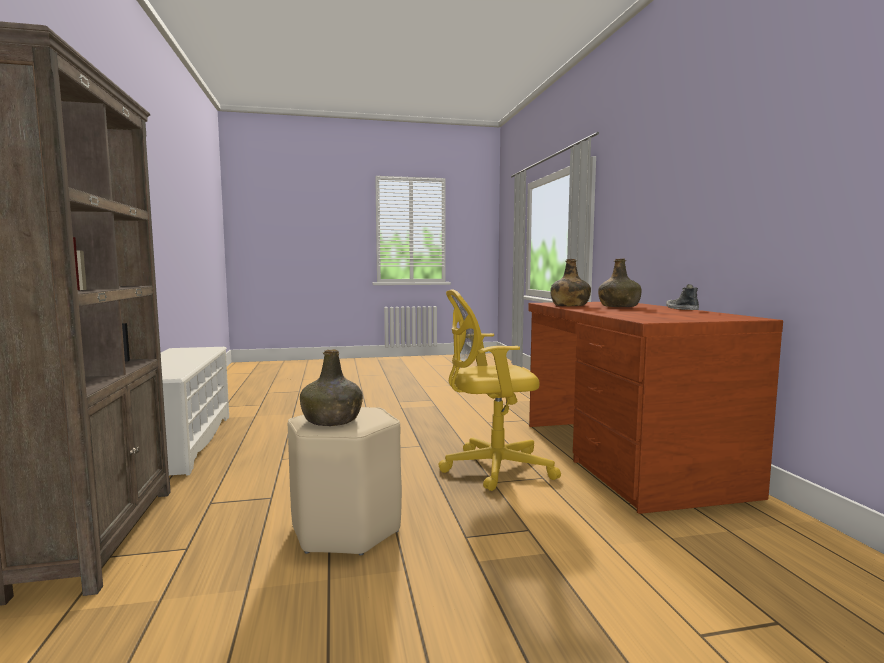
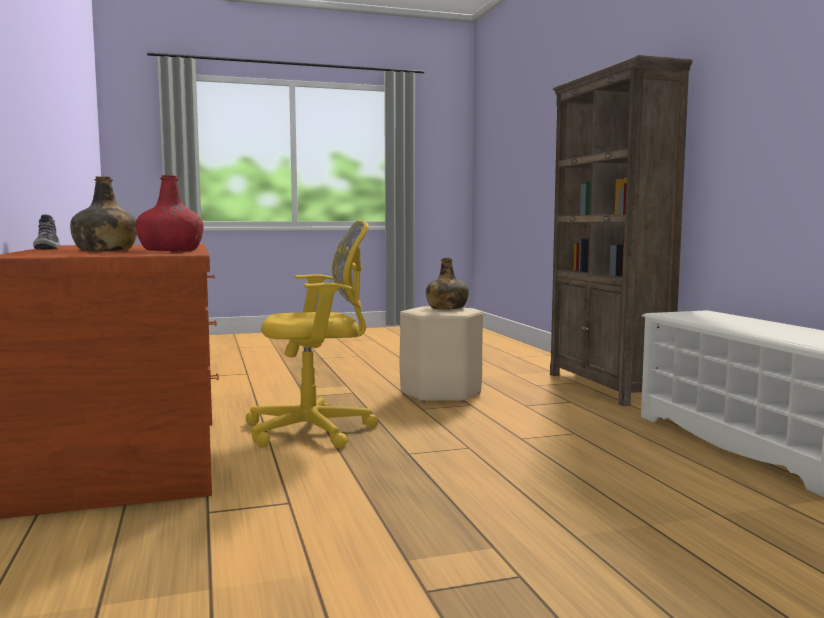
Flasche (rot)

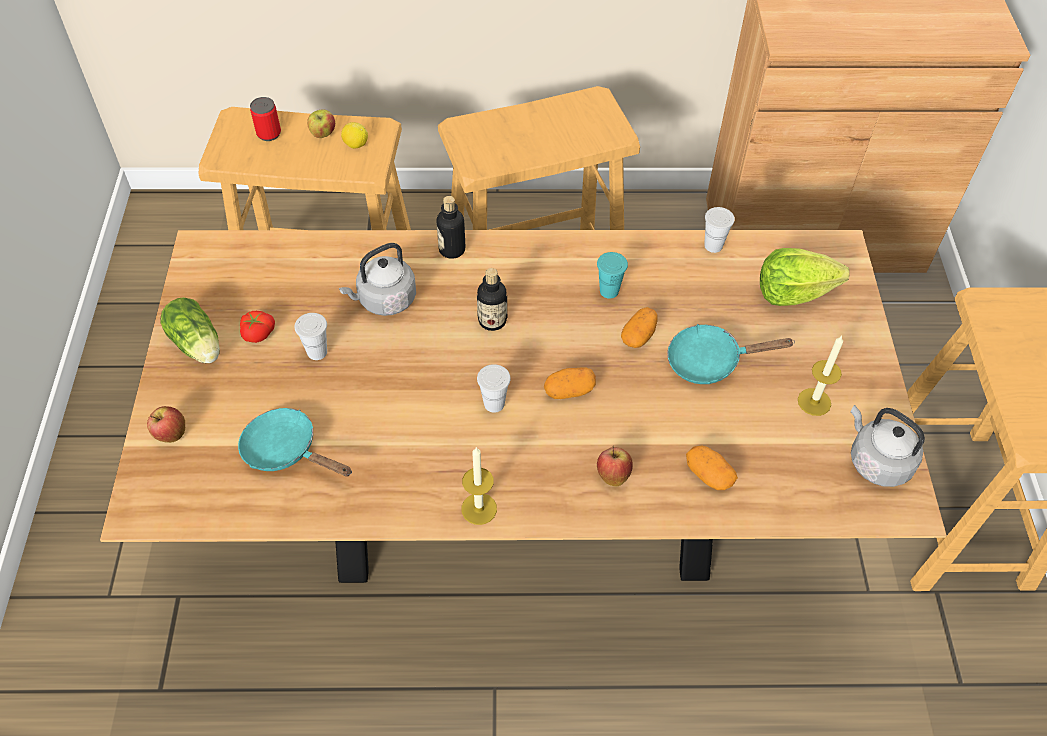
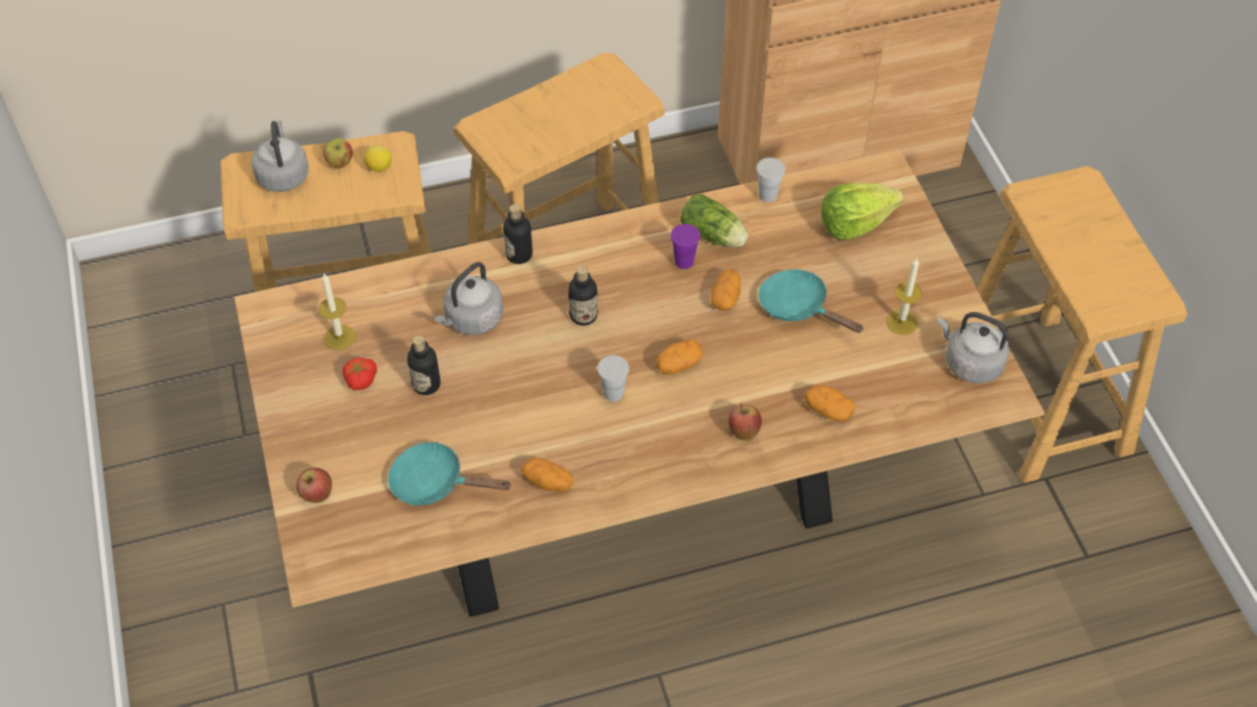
Wasserkessel (grau) (1st from left)
Tasse (lila)
Salatkopf (1st from left)
Flasche (1st from left)
Pfanne (türkis) (2nd from left)
Kerze (1st from left)
Kartoffel (1st from left)

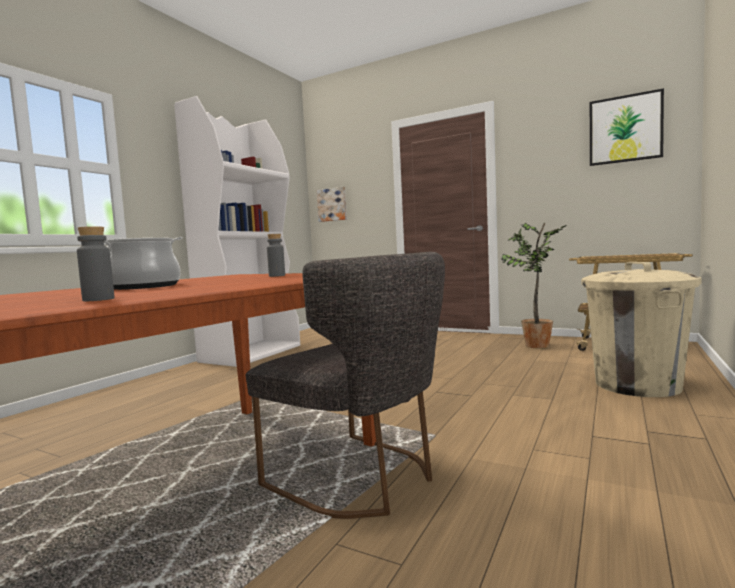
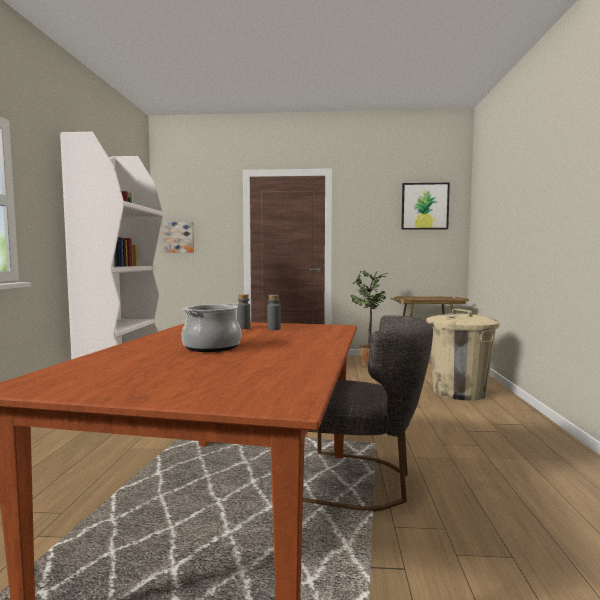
Flasche (grau) (1st from left)

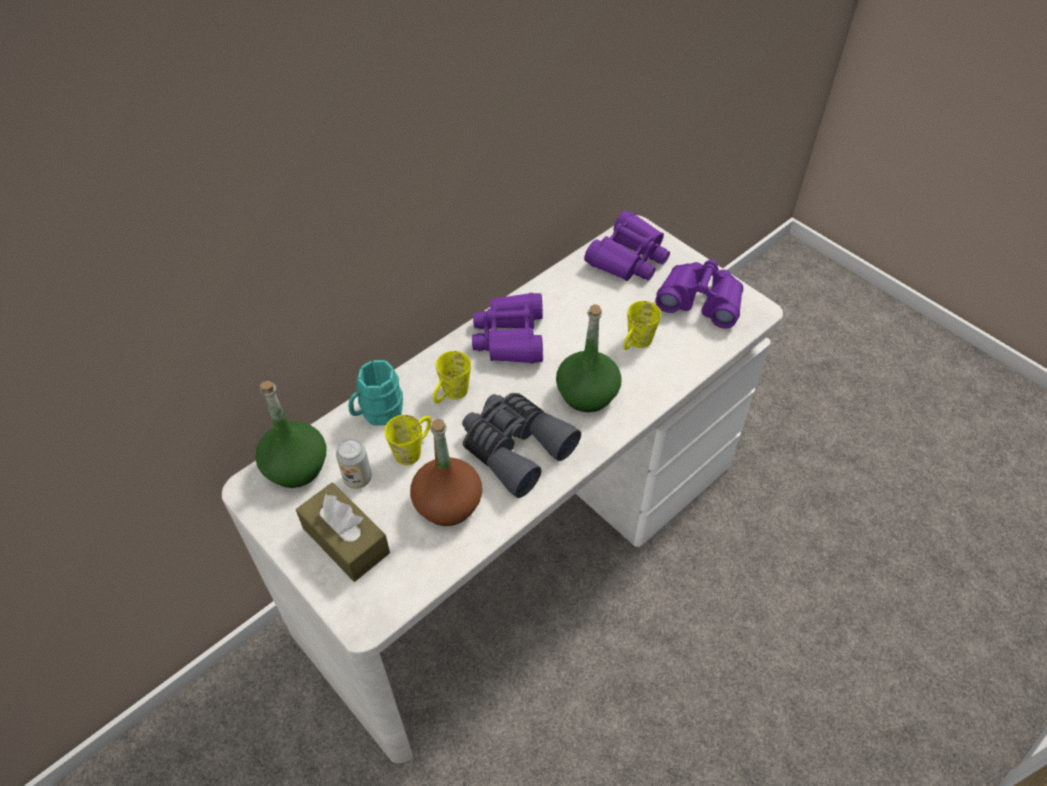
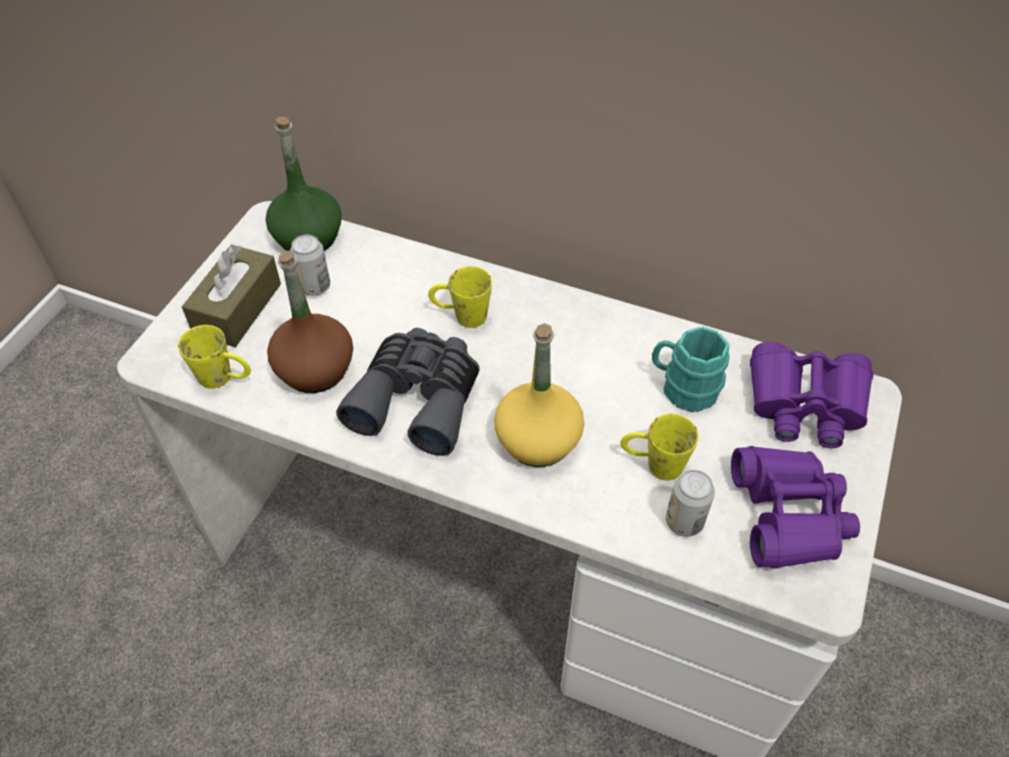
Fernglas (lila) (1st from left in the first image)
Flasche (gelb)
Henkelbecher (türkis)
Henkelbecher (gelb) (1st from left)
Dose (2nd from left)

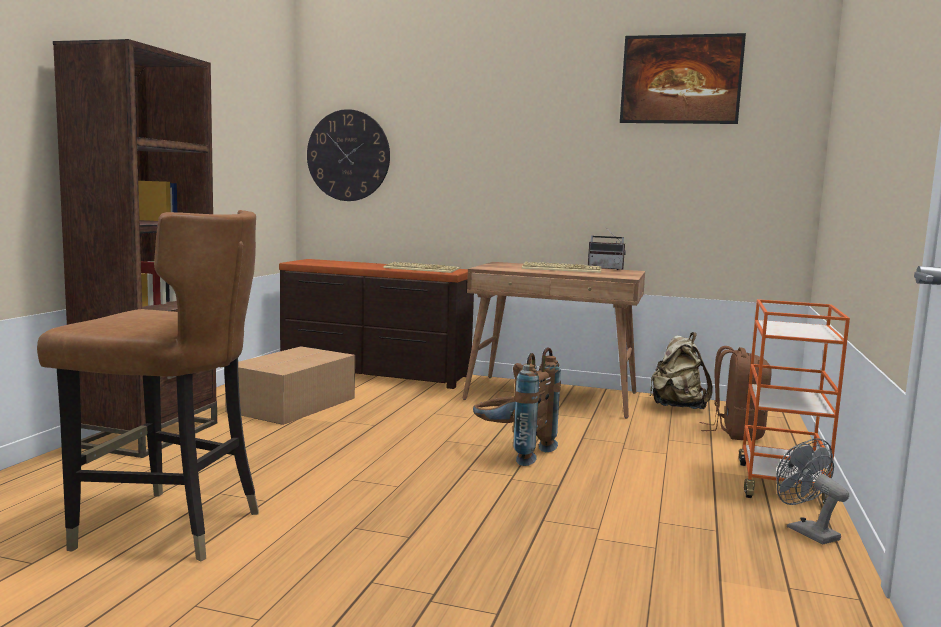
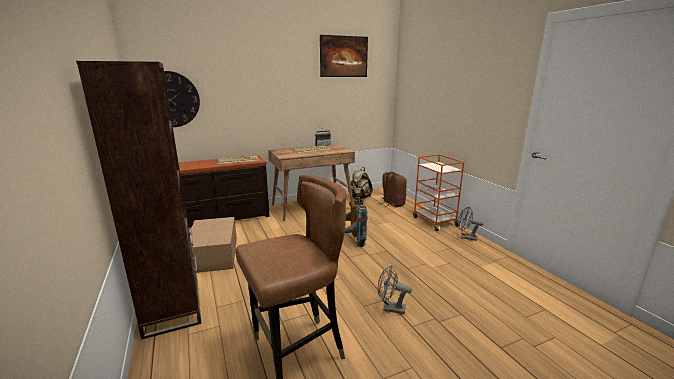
Ventilator (grau) (1st from left)

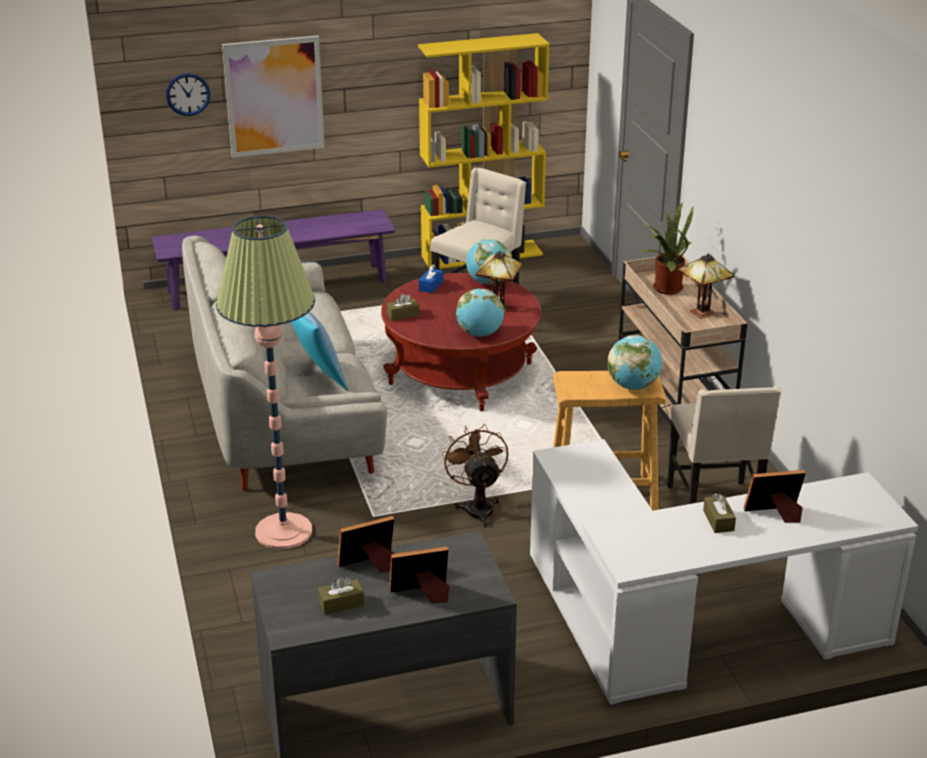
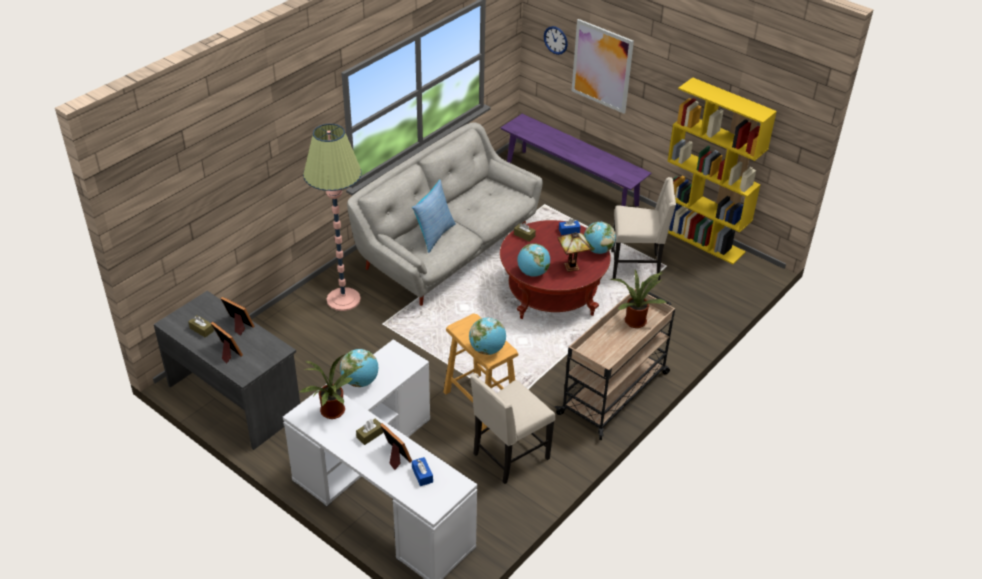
Tischlampe (2nd from left in the first image)
Ventilator (braun)
Globus (1st from left)
Topfpflanze (1st from left)
Taschentuchbox (blau) (1st from left)

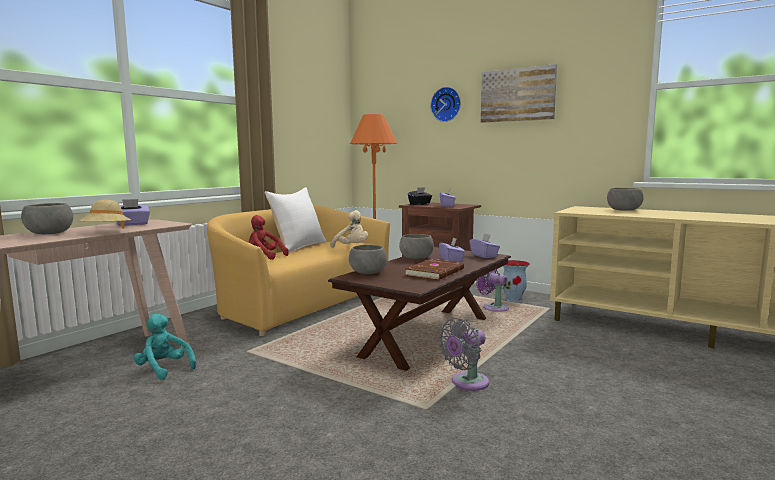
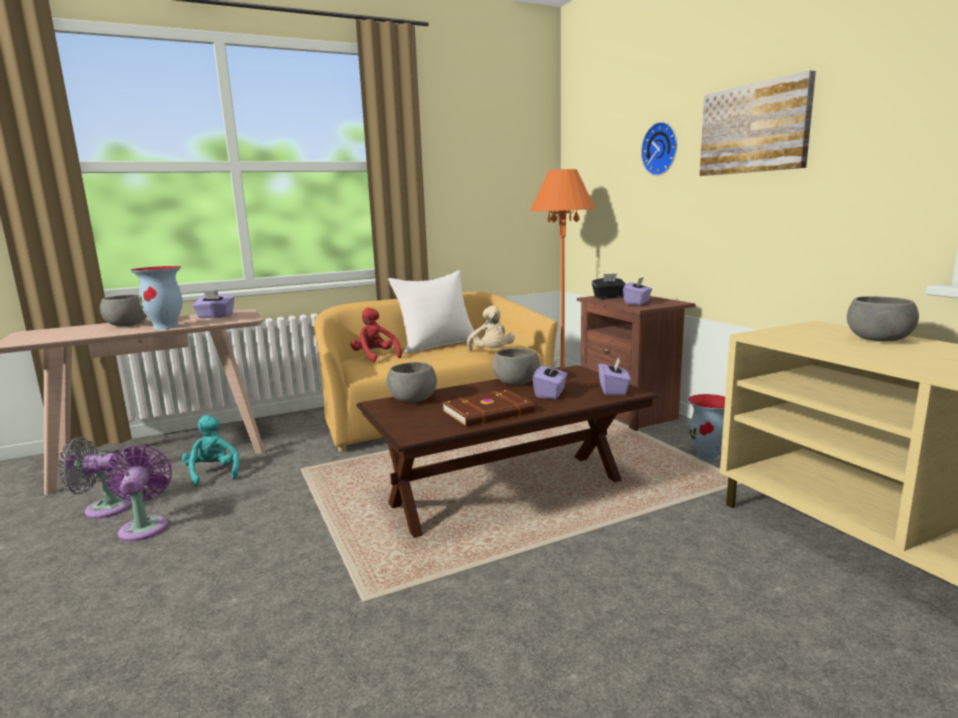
Vase (1st from left)
Ventilator (lila)
Ventilator (grau)

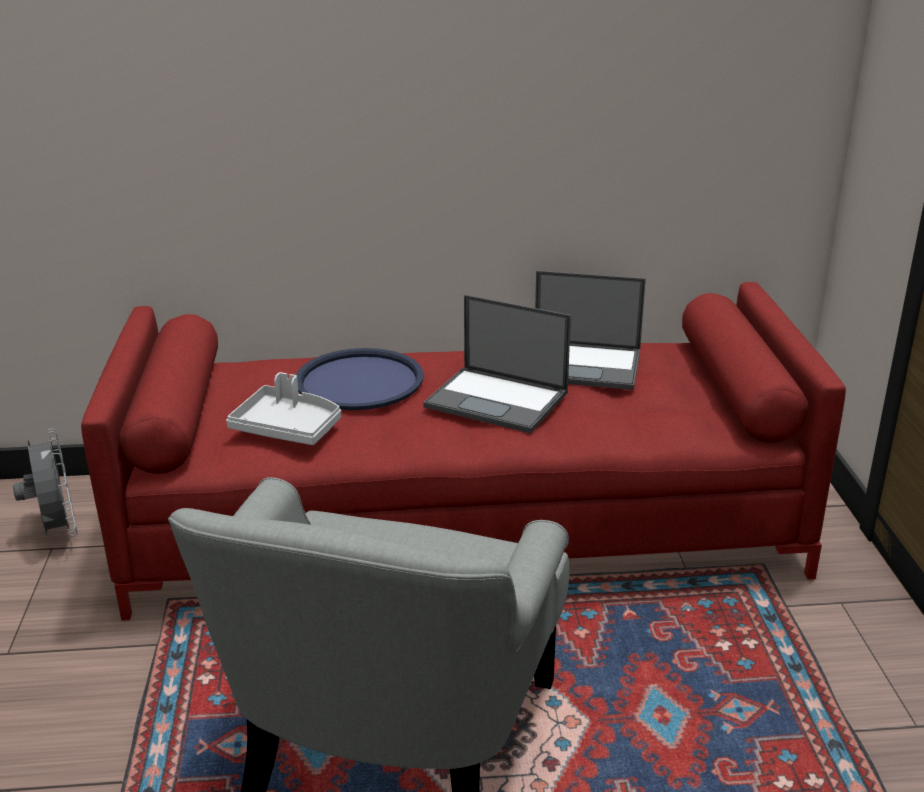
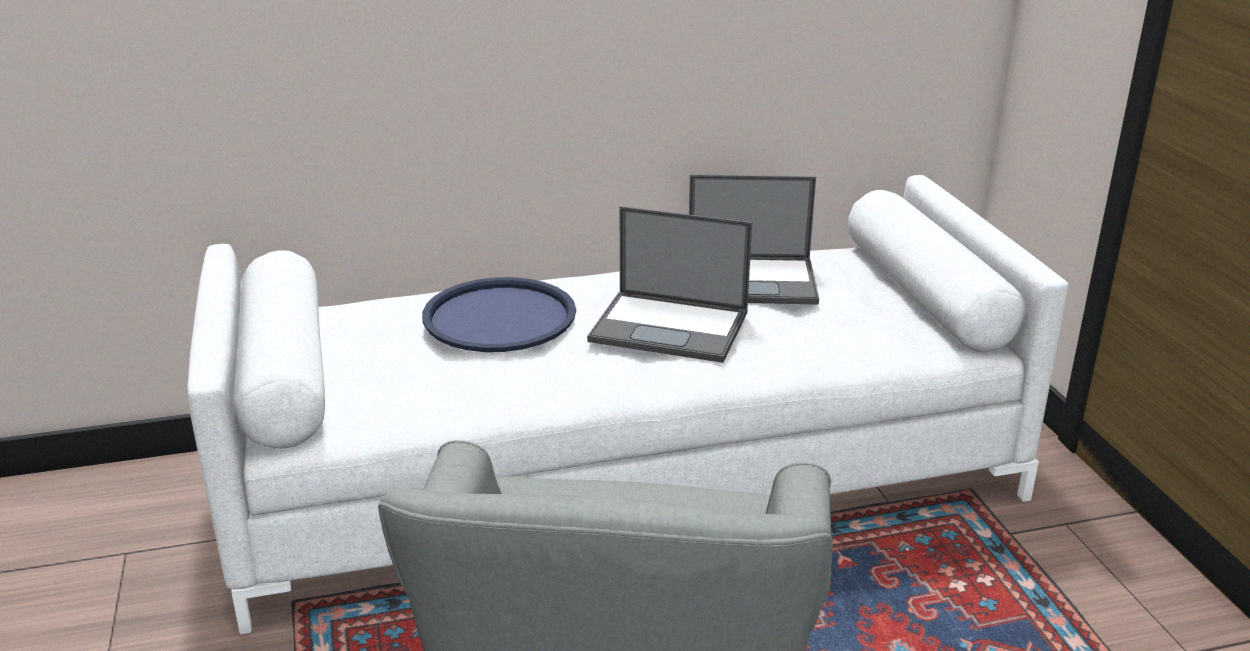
Sofa (weiß)
Tablett (grau)
Ventilator (grau)

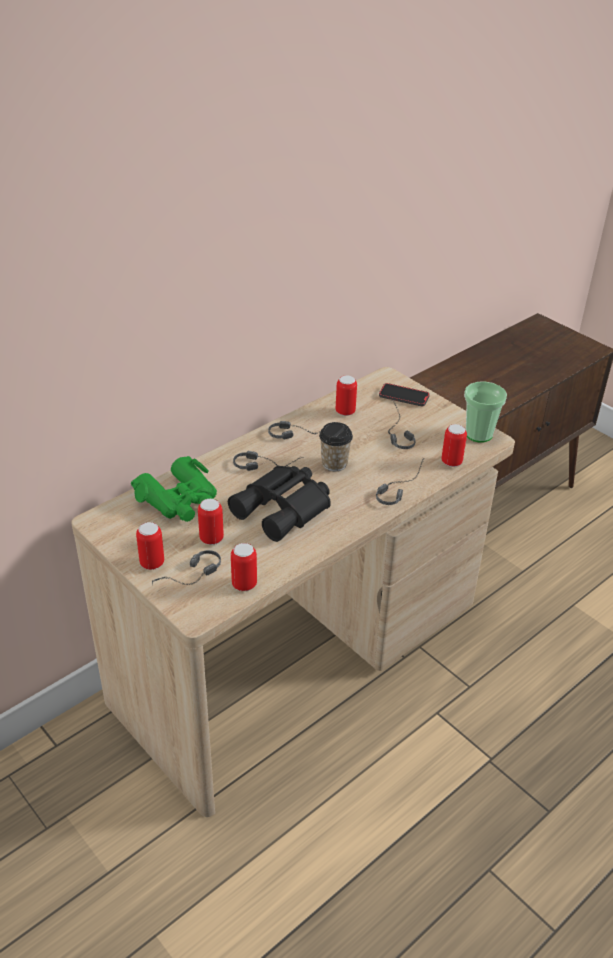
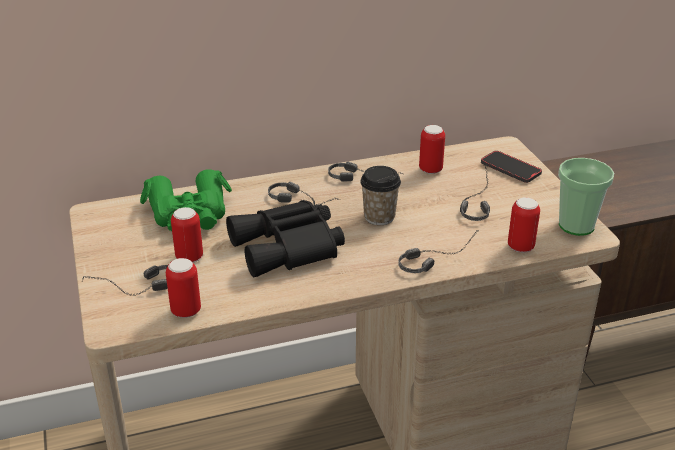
Dose (1st from left in the first image)

